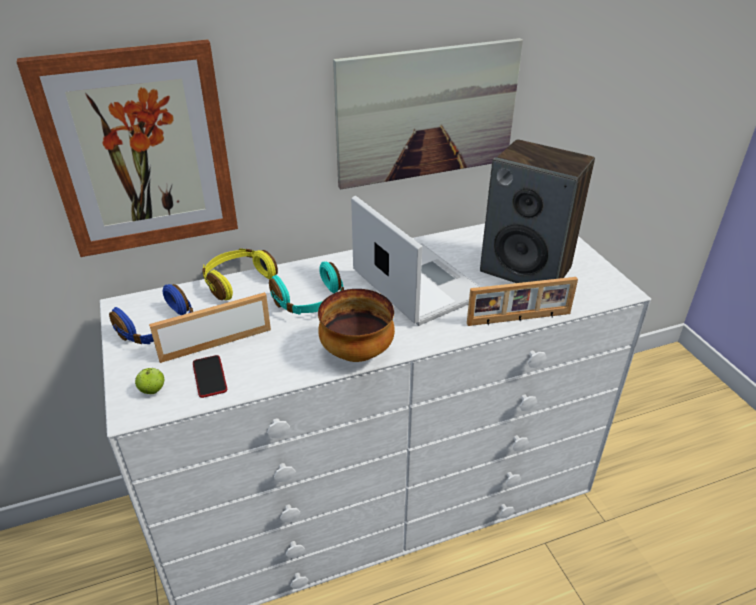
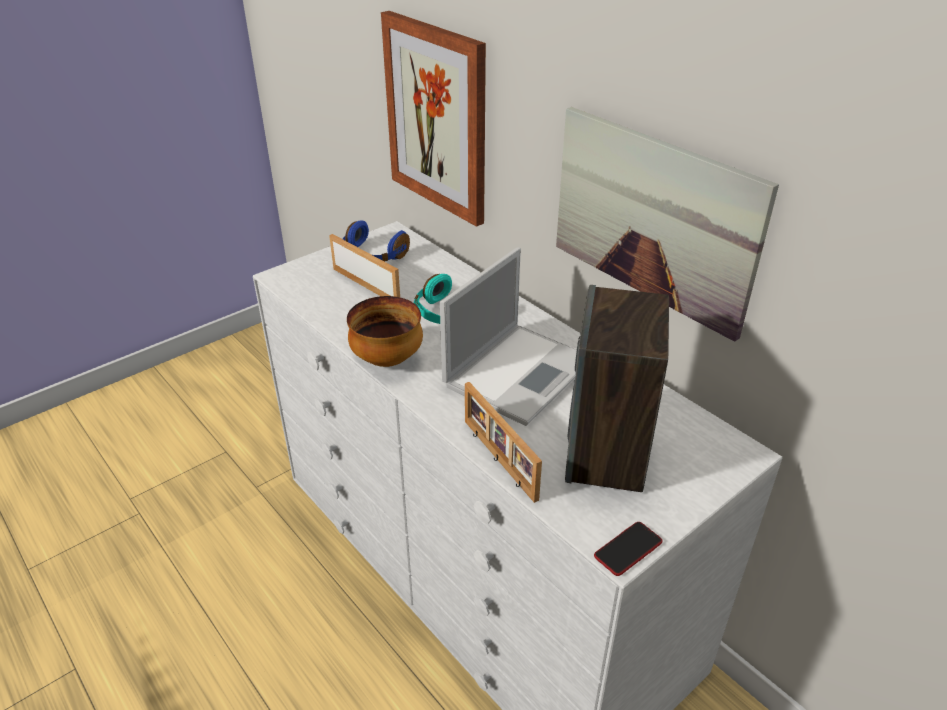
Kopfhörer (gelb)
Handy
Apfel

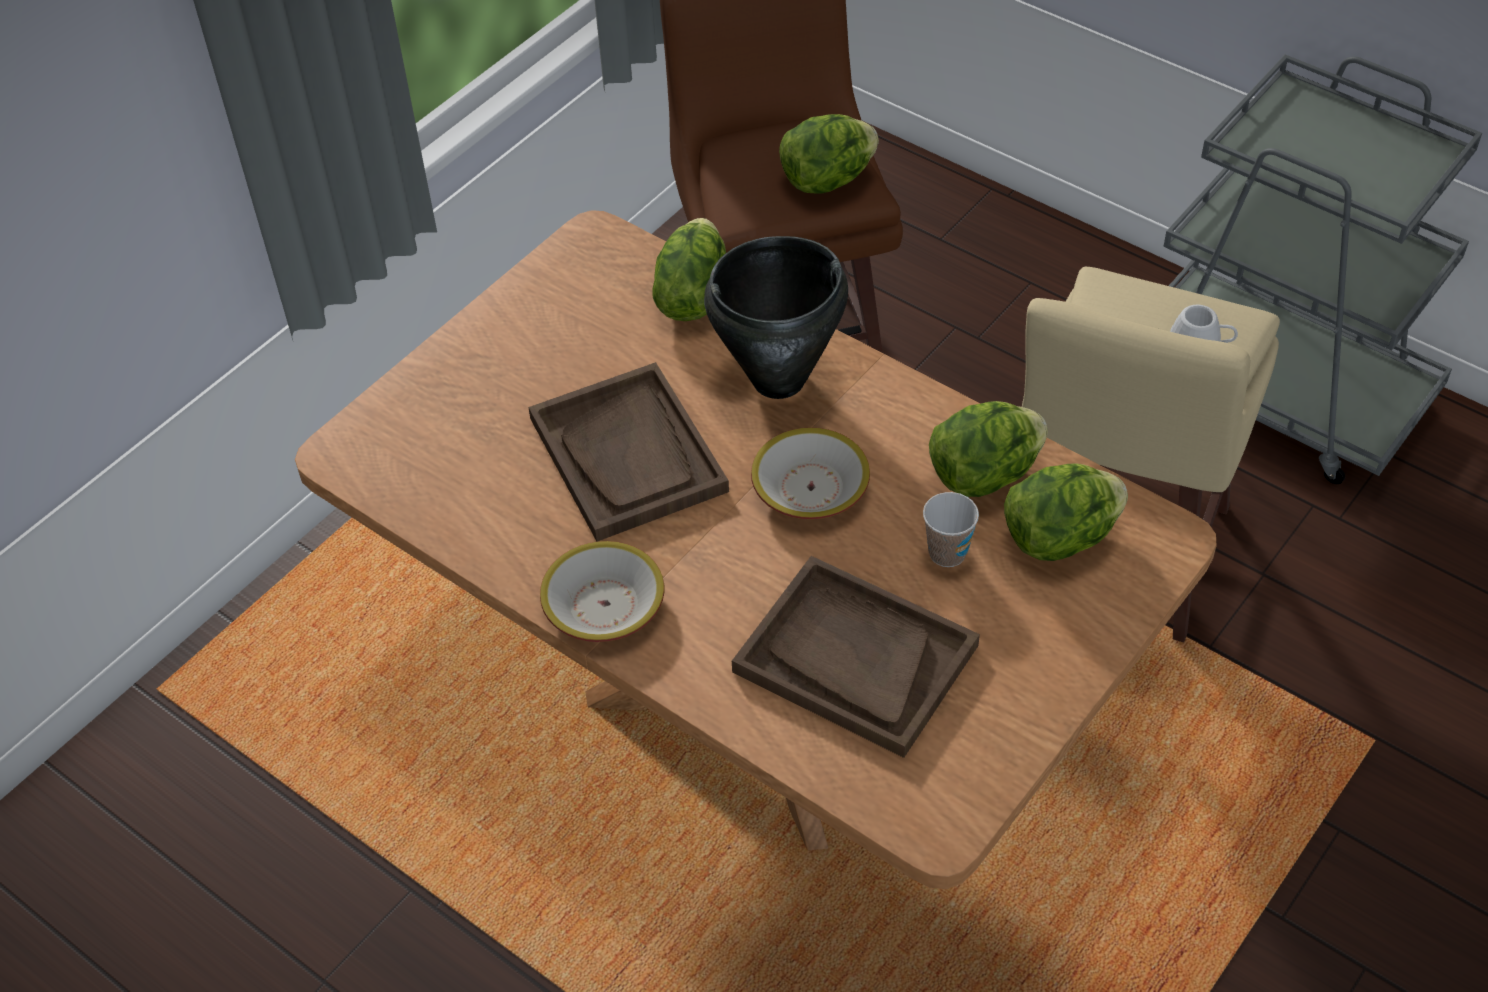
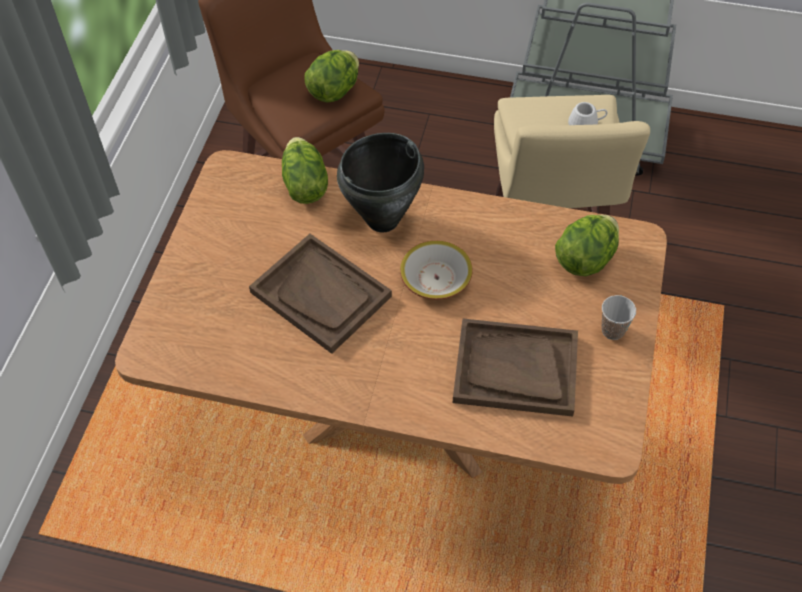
Salatkopf (3rd from left in the first image)
Tasse
Schüssel (1st from left in the first image)

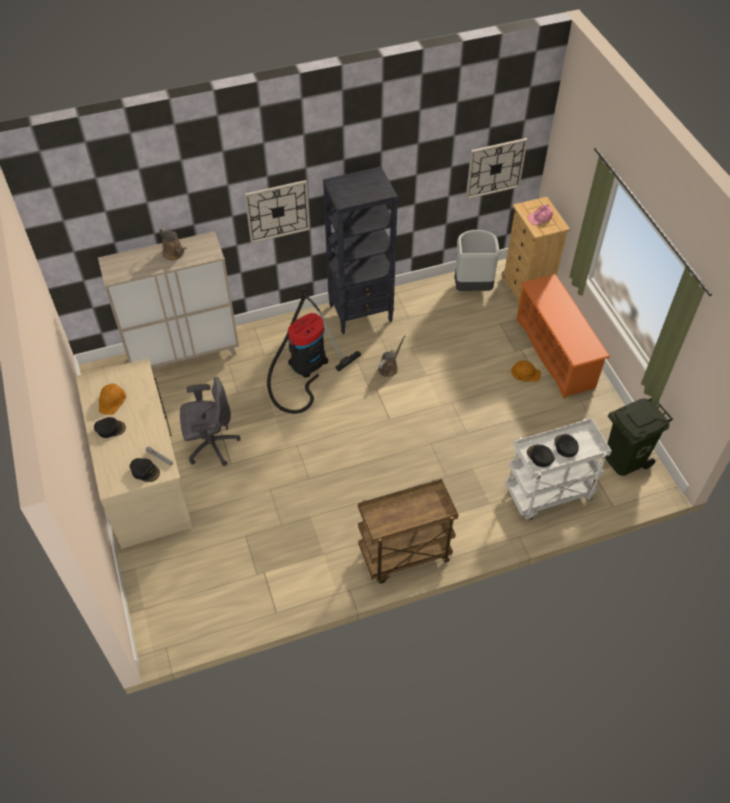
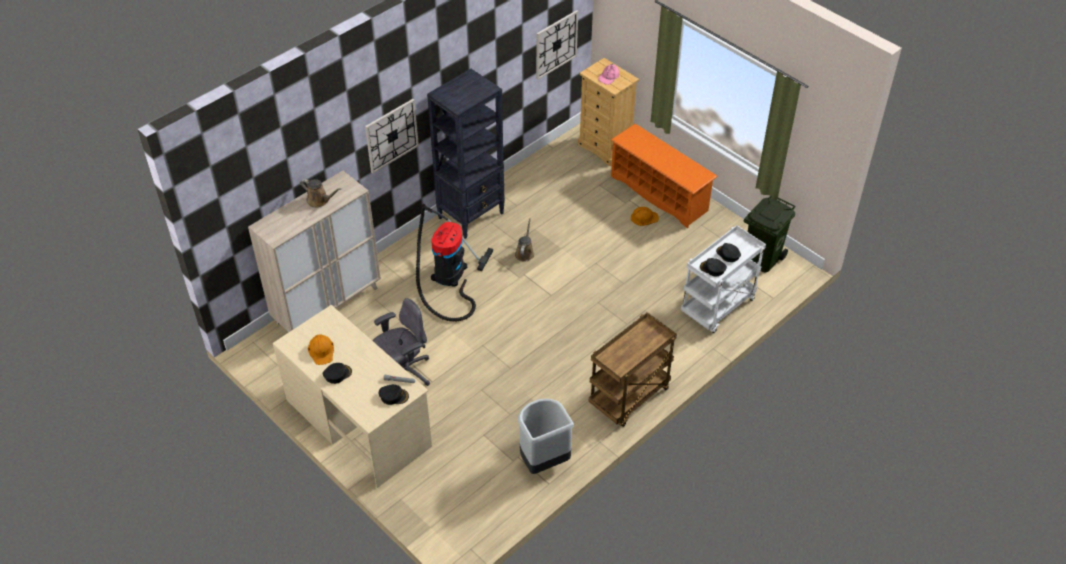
Mülleimer (grau)

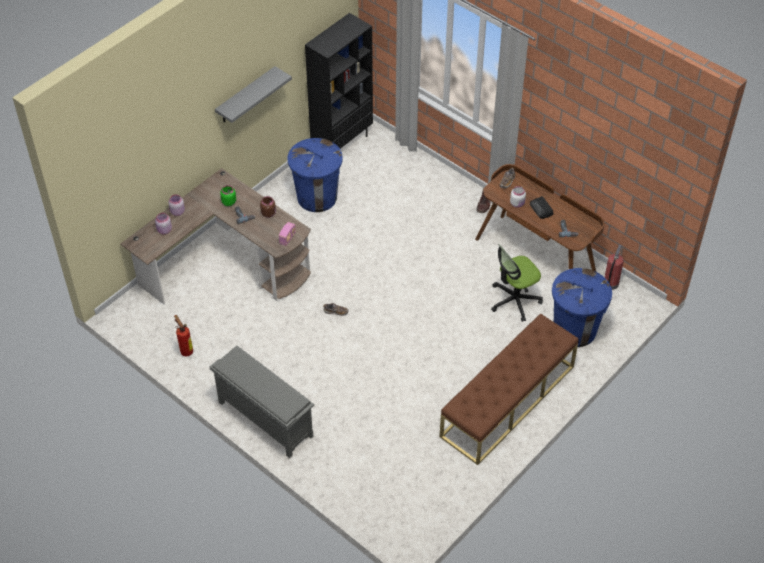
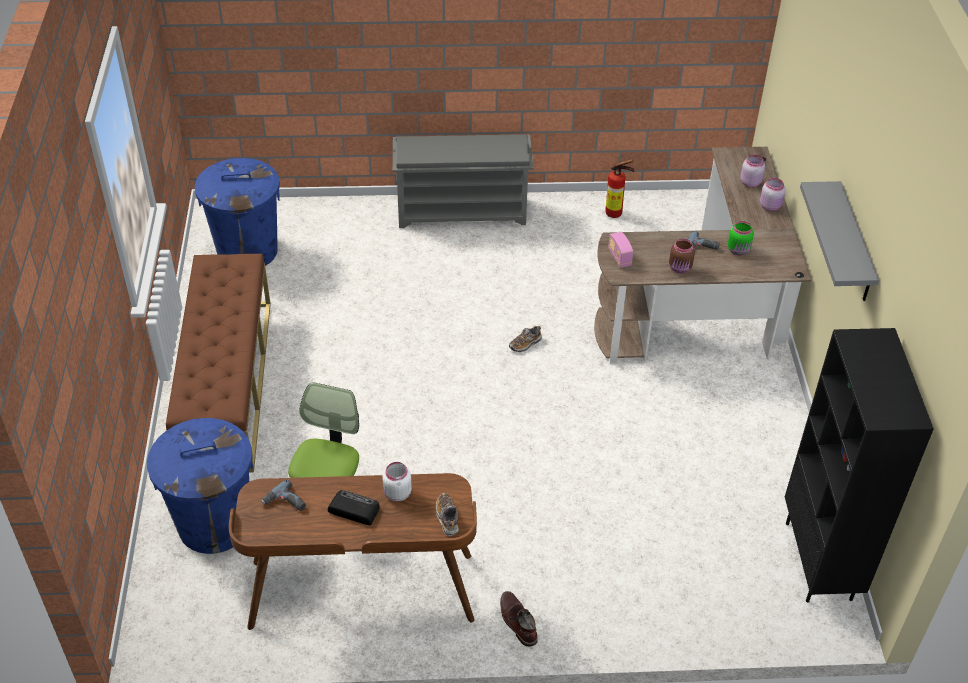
Mülleimer (blau) (2nd from left)
Feuerlöscher (2nd from left in the first image)

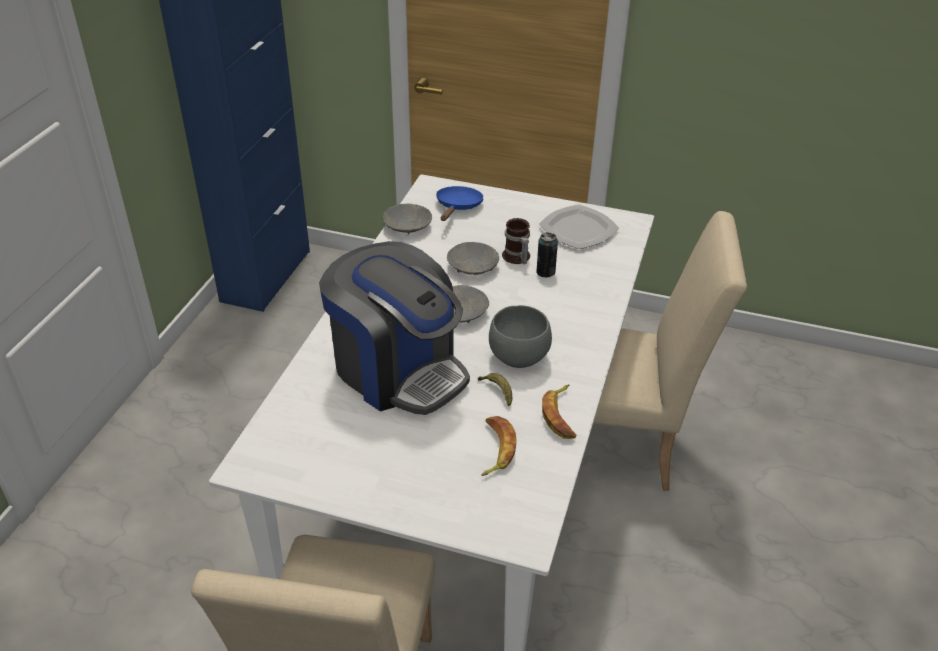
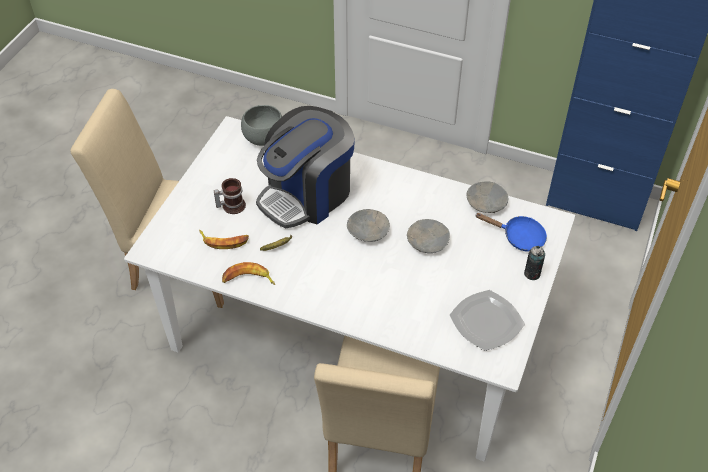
Henkelbecher
Dose
Schüssel (grau) (1st from left)

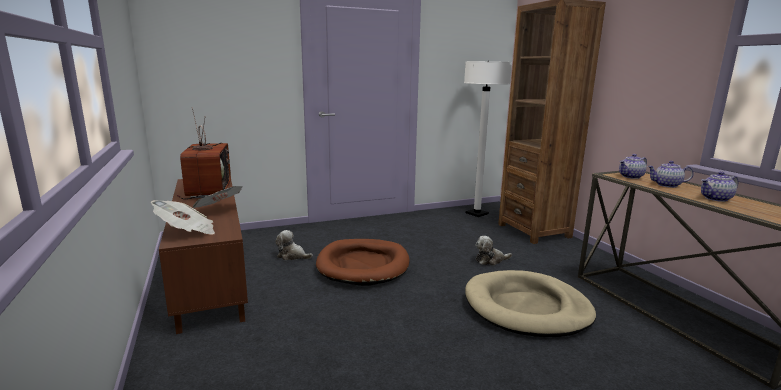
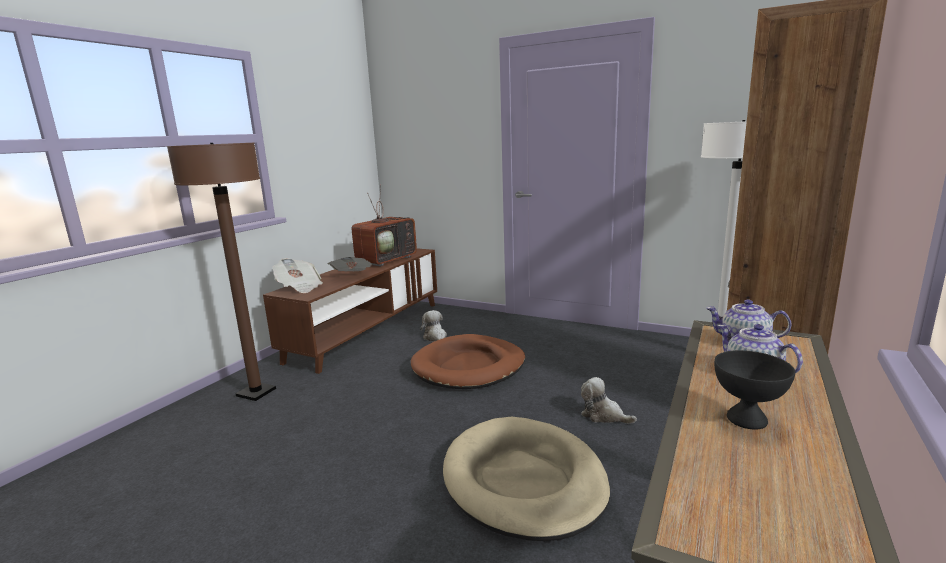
Schüssel (schwarz)
Stehlampe (braun)

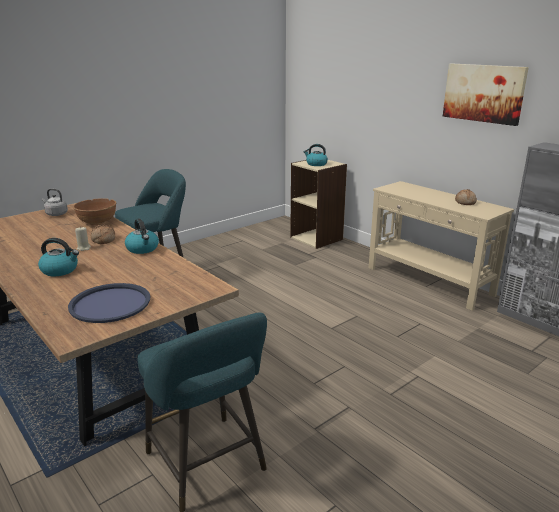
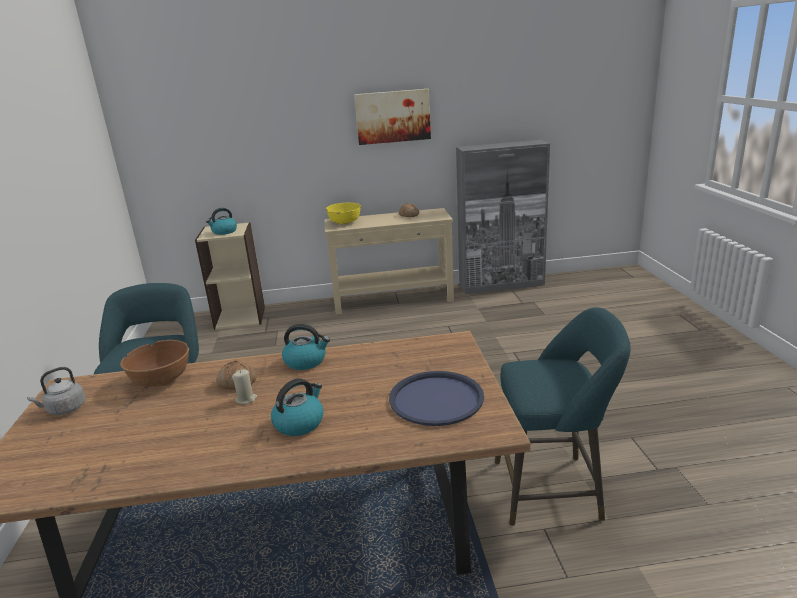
Schüssel (gelb)

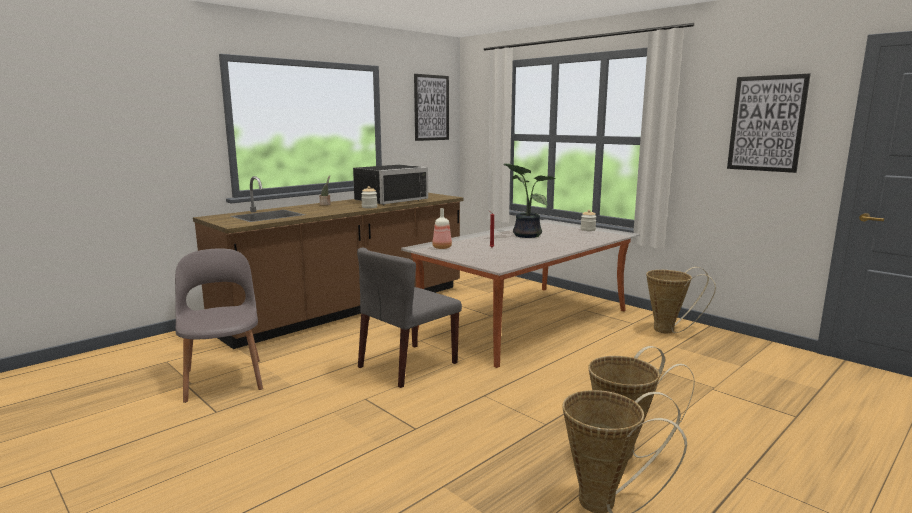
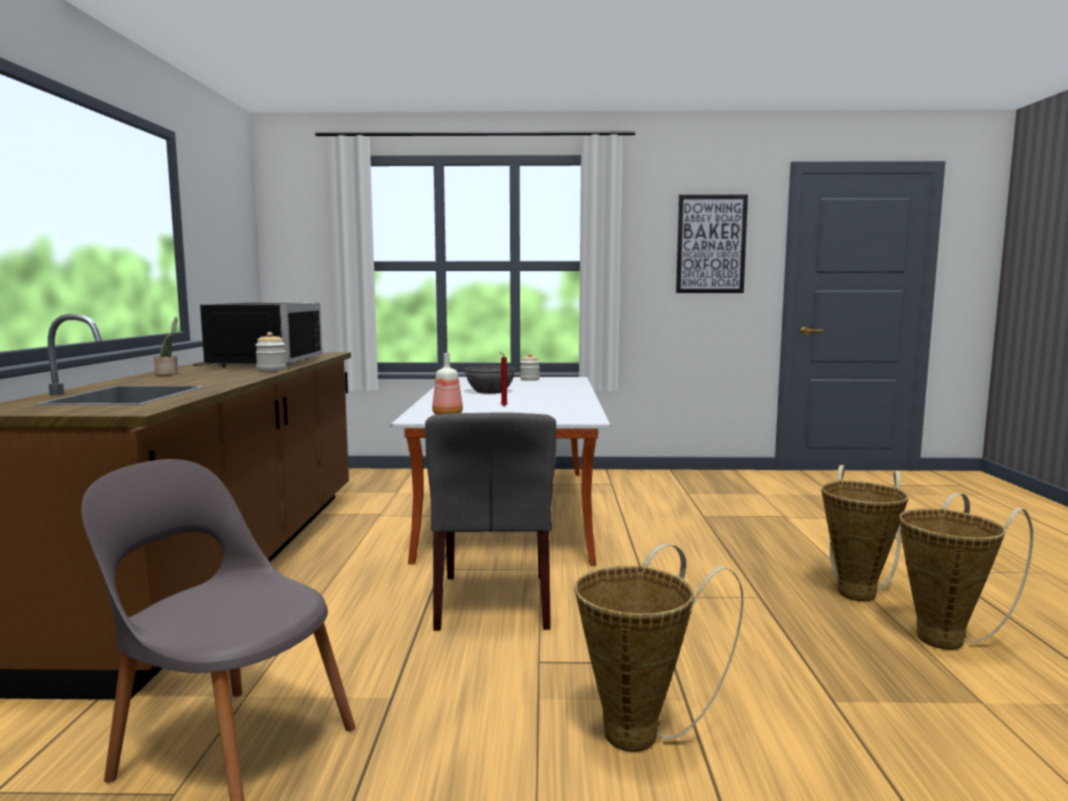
Bild (1st from left in the first image)
Schüssel (grau)
Korb (1st from left)

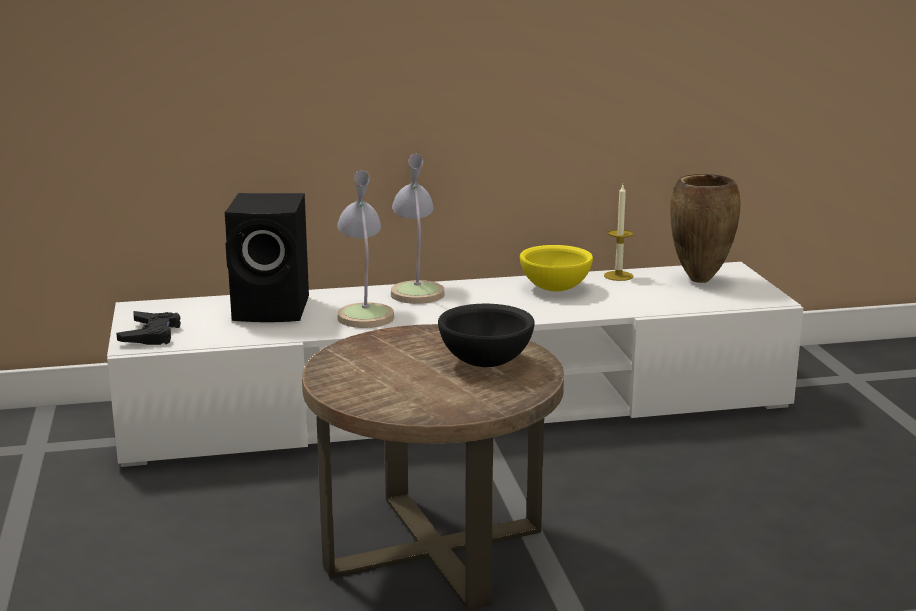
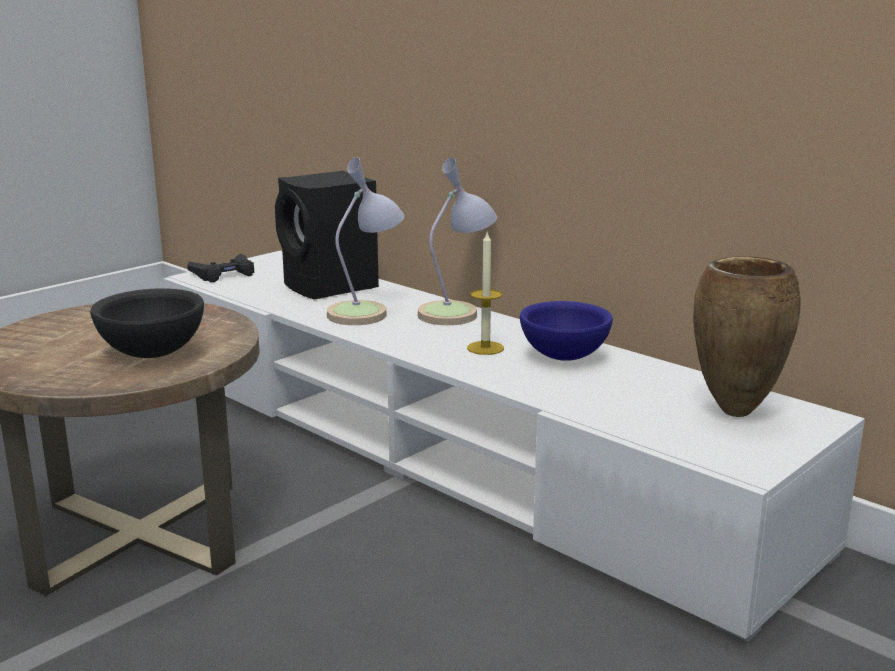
Kerze
Schüssel (blau)

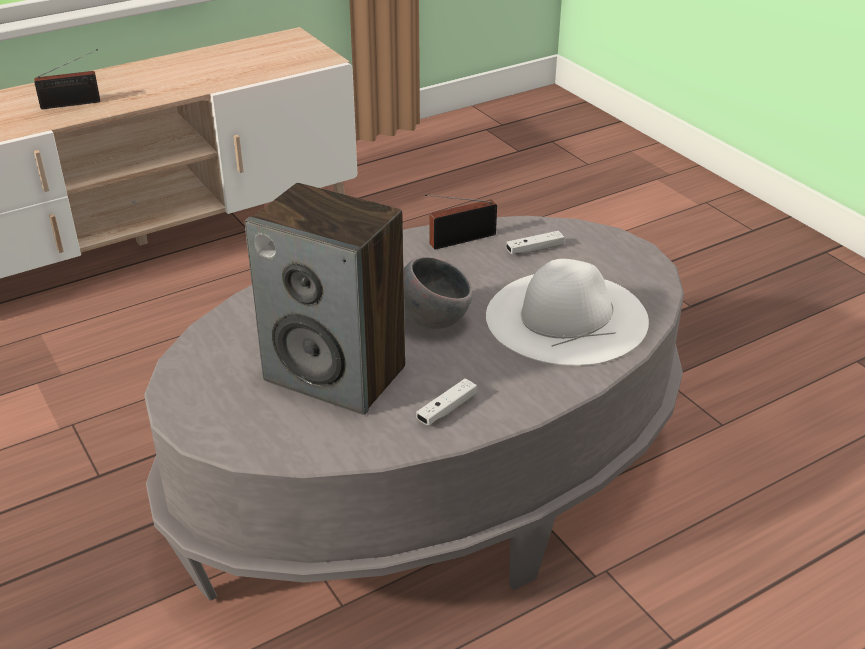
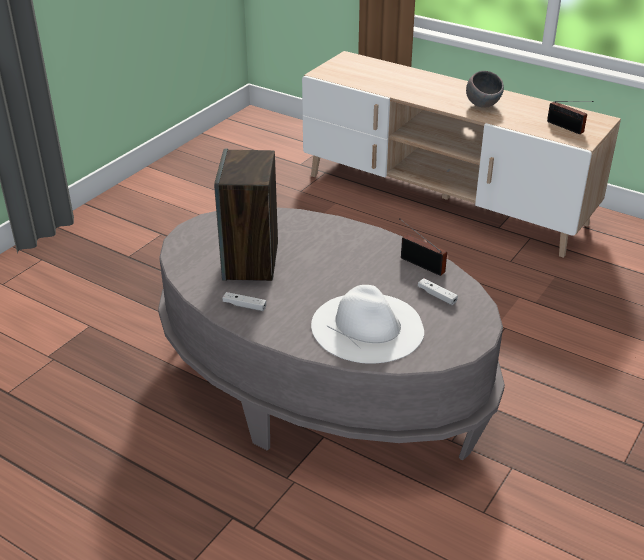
Radio (2nd from left)
Schüssel (grau)

